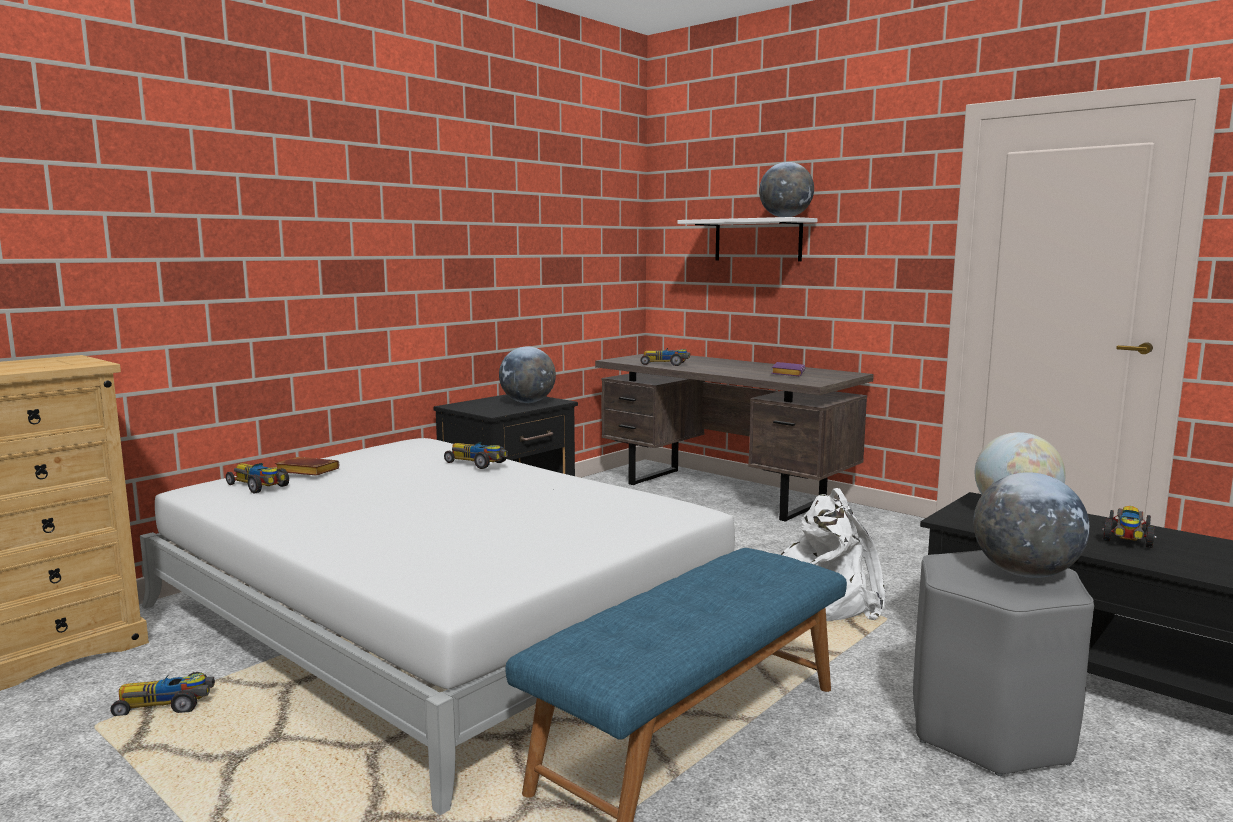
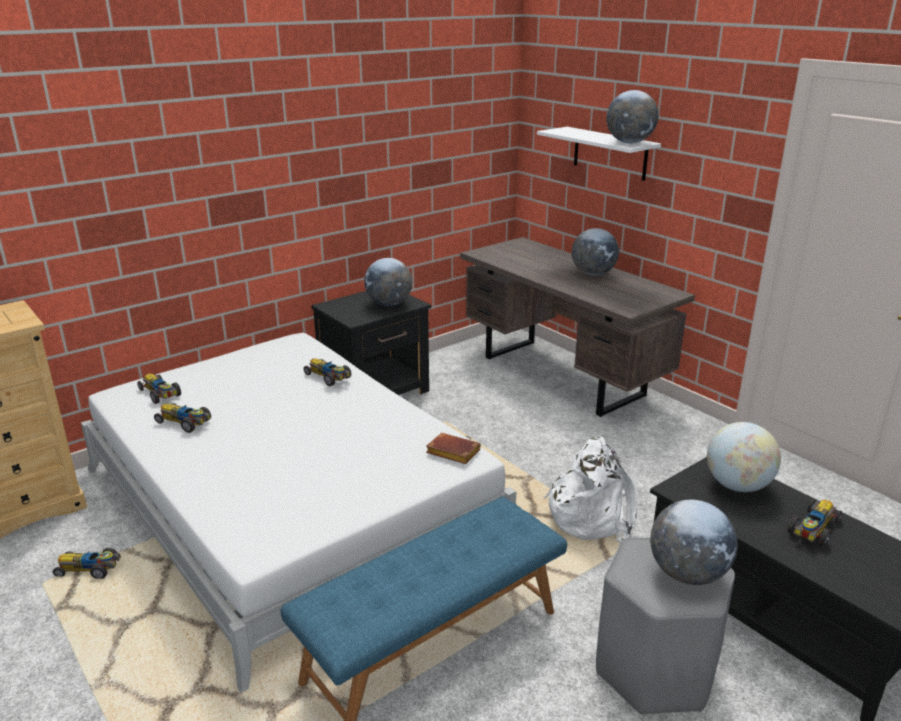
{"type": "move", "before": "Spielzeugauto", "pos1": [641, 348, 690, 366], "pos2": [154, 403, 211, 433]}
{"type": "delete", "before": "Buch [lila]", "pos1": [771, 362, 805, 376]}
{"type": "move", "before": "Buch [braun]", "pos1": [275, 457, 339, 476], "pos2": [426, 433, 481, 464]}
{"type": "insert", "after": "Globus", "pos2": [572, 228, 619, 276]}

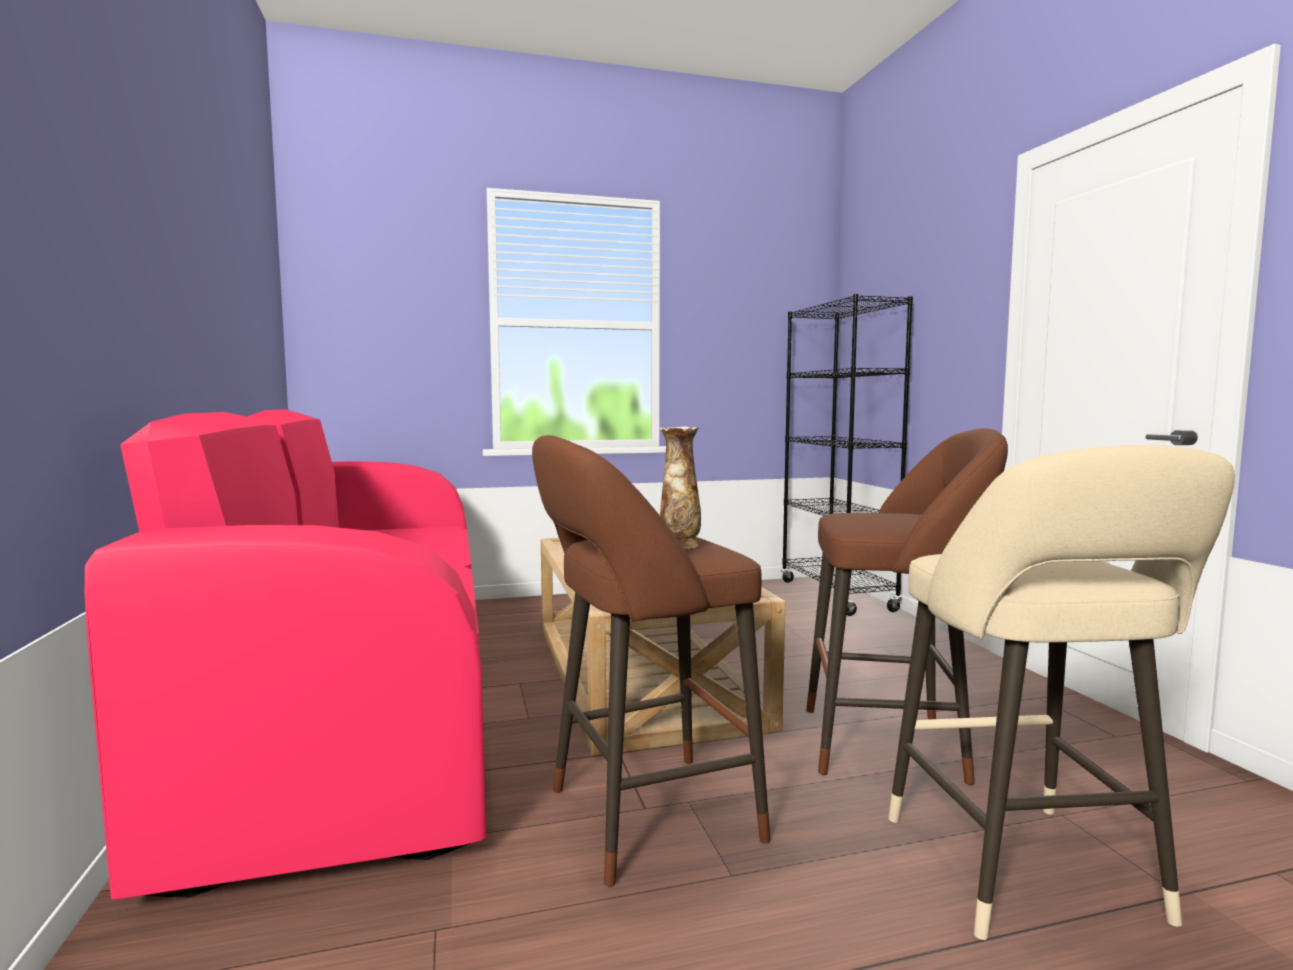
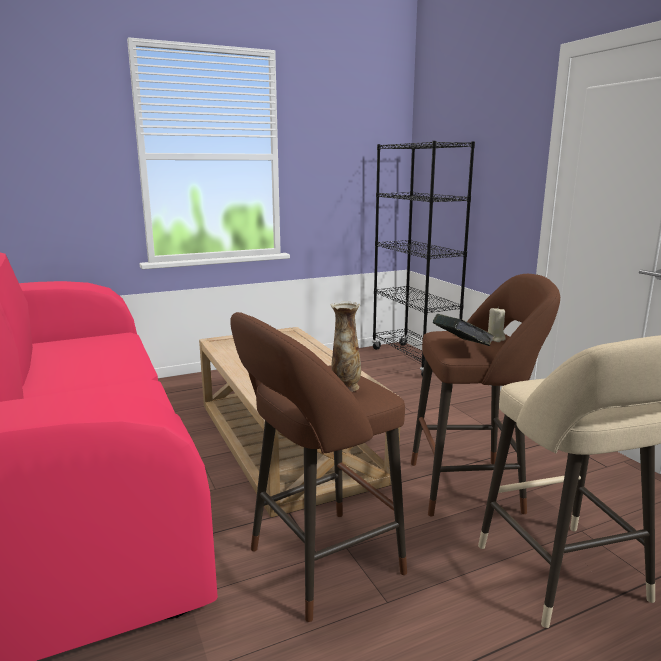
{"type": "insert", "after": "Kerze [beige]", "pos2": [488, 307, 506, 342]}
{"type": "insert", "after": "Buch", "pos2": [433, 314, 495, 346]}

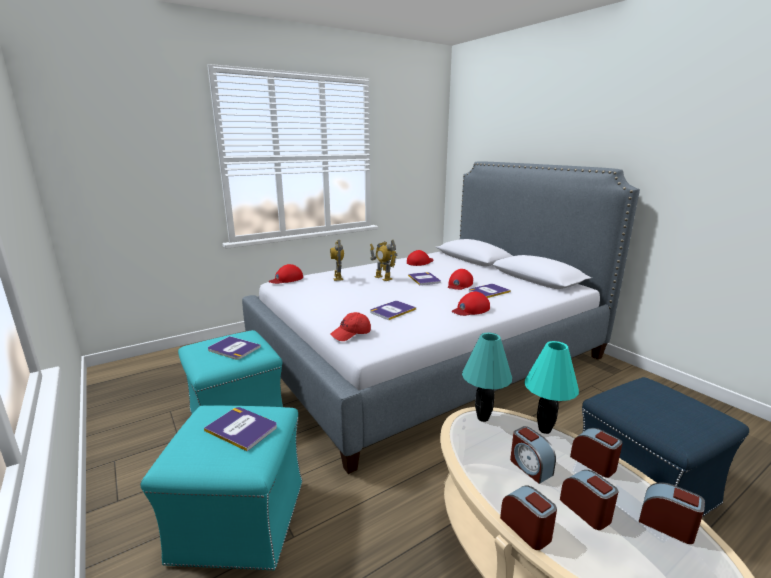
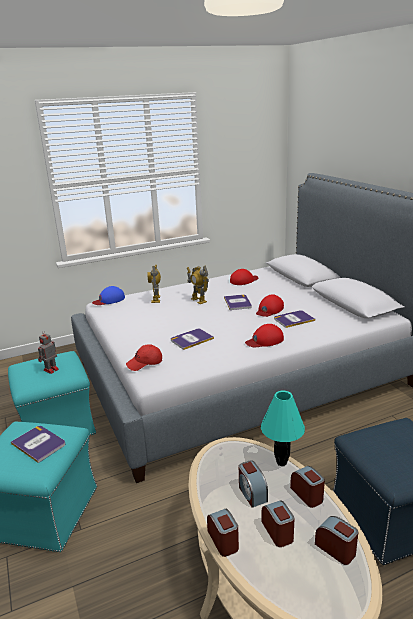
{"type": "recolor", "before": "Kappe [rot]", "after": "Kappe [blau]", "pos1": [268, 264, 303, 284], "pos2": [92, 286, 125, 305]}
{"type": "delete", "before": "Tischlampe [türkis]", "pos1": [462, 333, 512, 422]}
{"type": "replace", "before": "Buch", "after": "Spielzeugroboter", "pos1": [208, 336, 261, 360], "pos2": [38, 333, 59, 374]}

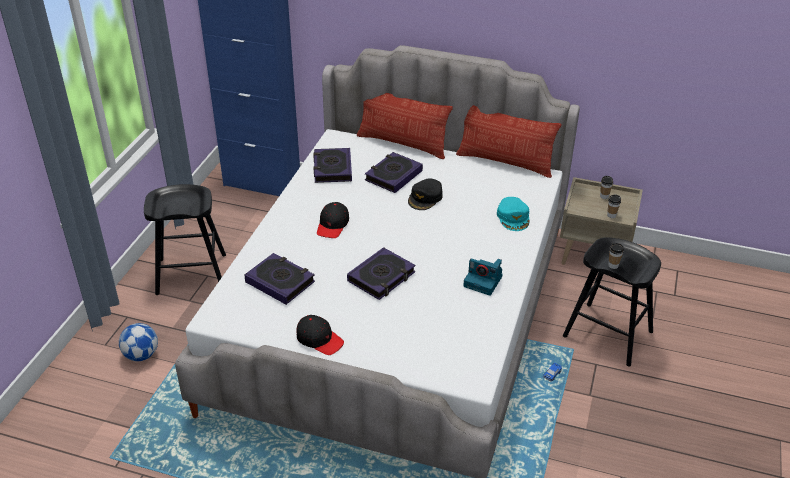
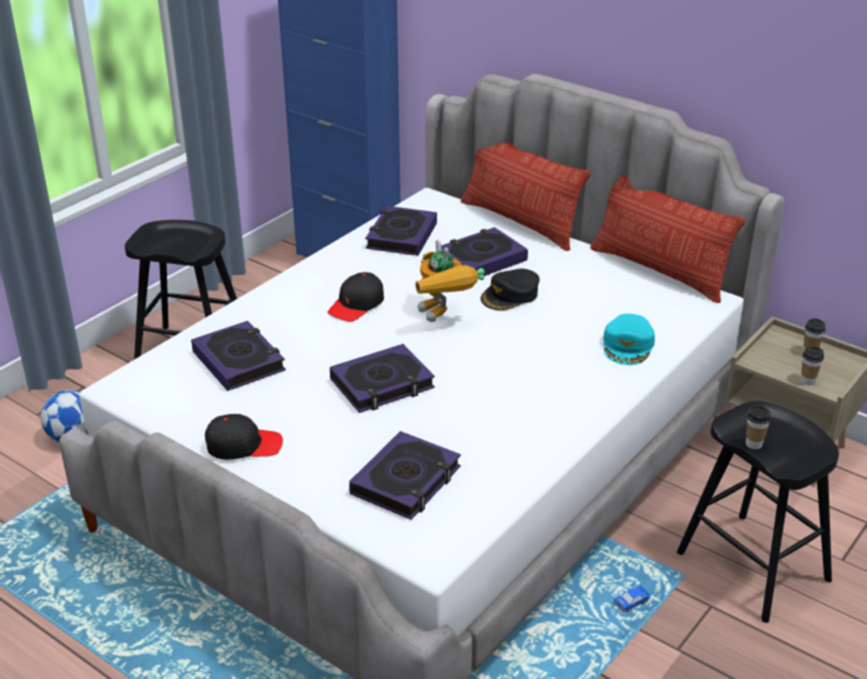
{"type": "delete", "before": "Kamera", "pos1": [463, 259, 502, 296]}
{"type": "rotate", "before": "Kappe [schwarz]", "pos1": [297, 315, 344, 355], "pos2": [205, 414, 283, 460], "turn": -60}
{"type": "insert", "after": "Spielzeugroboter", "pos2": [415, 240, 485, 322]}
{"type": "insert", "after": "Buch", "pos2": [349, 431, 461, 520]}

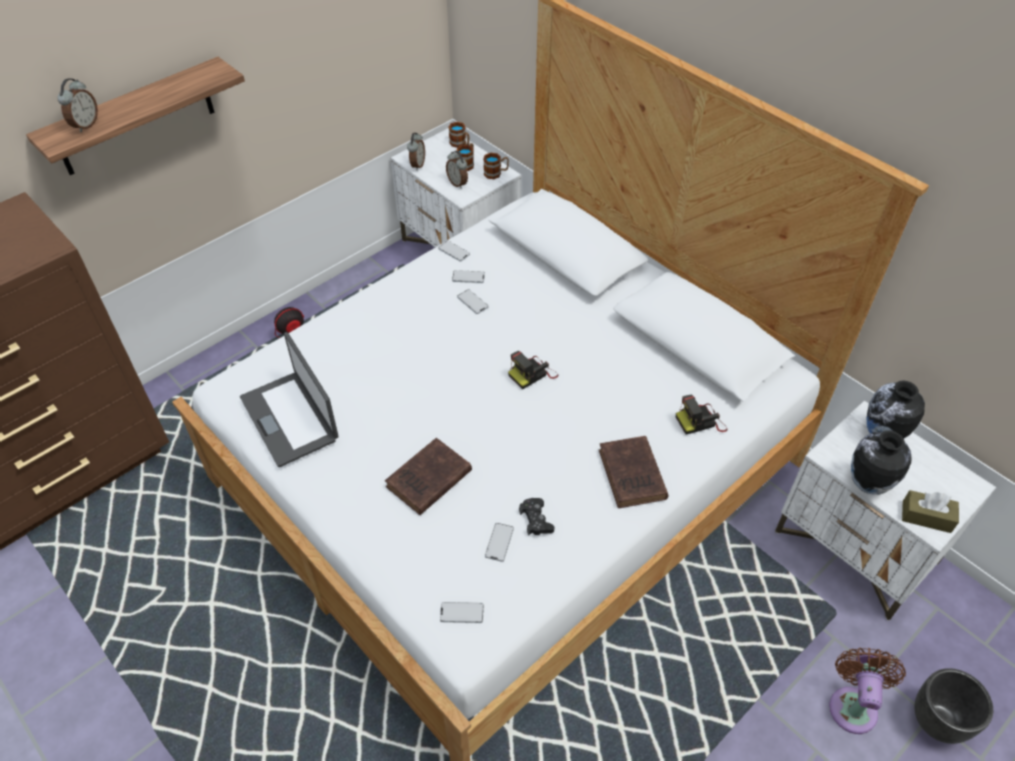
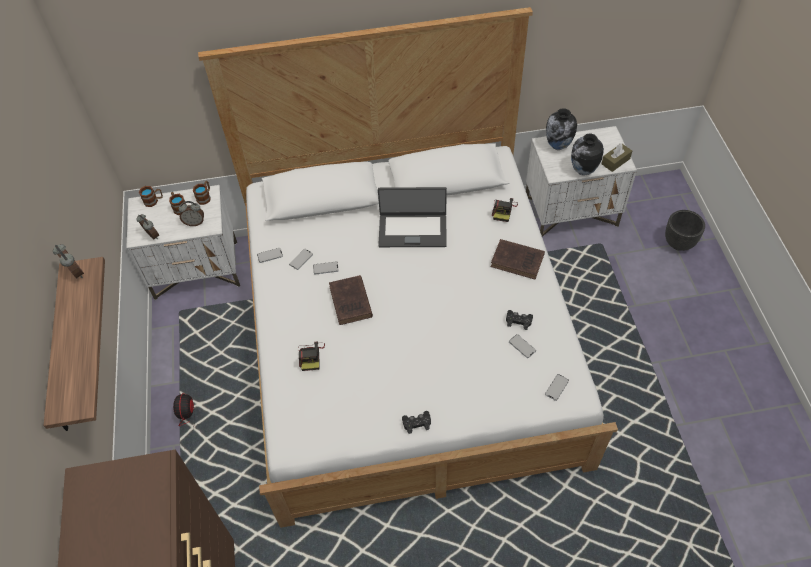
{"type": "move", "before": "Wecker", "pos1": [57, 78, 98, 132], "pos2": [53, 244, 84, 278]}
{"type": "move", "before": "Laptop", "pos1": [240, 332, 339, 467], "pos2": [378, 187, 447, 247]}
{"type": "move", "before": "Kamera", "pos1": [508, 351, 559, 390], "pos2": [298, 342, 325, 371]}
{"type": "move", "before": "Buch [braun]", "pos1": [385, 438, 472, 515], "pos2": [329, 275, 373, 325]}
{"type": "delete", "before": "Ventilator [braun]", "pos1": [829, 648, 906, 734]}
{"type": "insert", "after": "Gamepad [schwarz]", "pos2": [402, 411, 431, 434]}

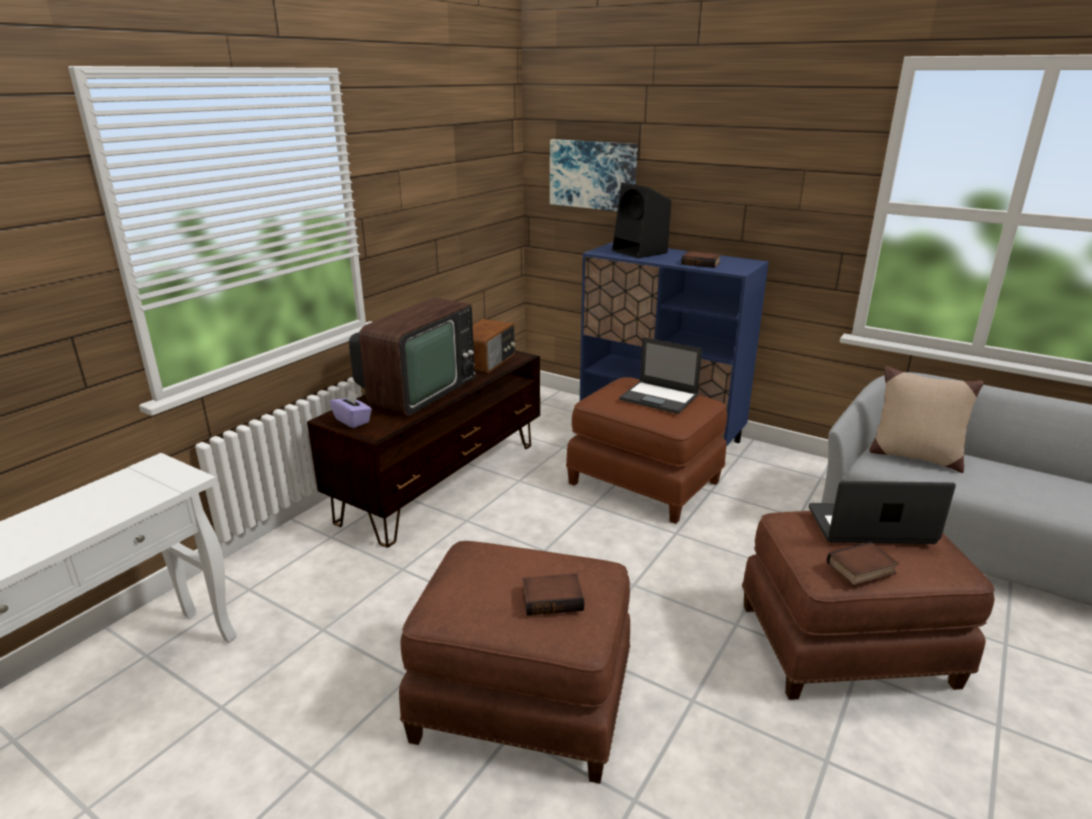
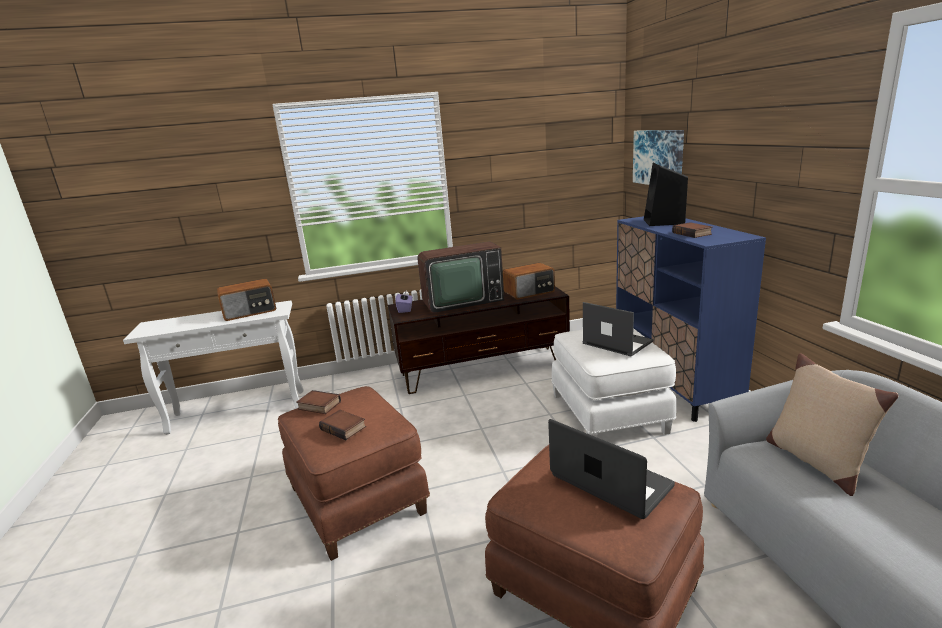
{"type": "rotate", "before": "Laptop", "pos1": [619, 337, 702, 414], "pos2": [583, 302, 654, 357], "turn": 150}
{"type": "recolor", "before": "Polsterhocker [braun]", "after": "Polsterhocker [weiß]", "pos1": [566, 377, 727, 524], "pos2": [551, 328, 676, 437]}
{"type": "move", "before": "Buch", "pos1": [827, 542, 899, 586], "pos2": [296, 390, 341, 414]}
{"type": "insert", "after": "Radio", "pos2": [217, 279, 276, 321]}

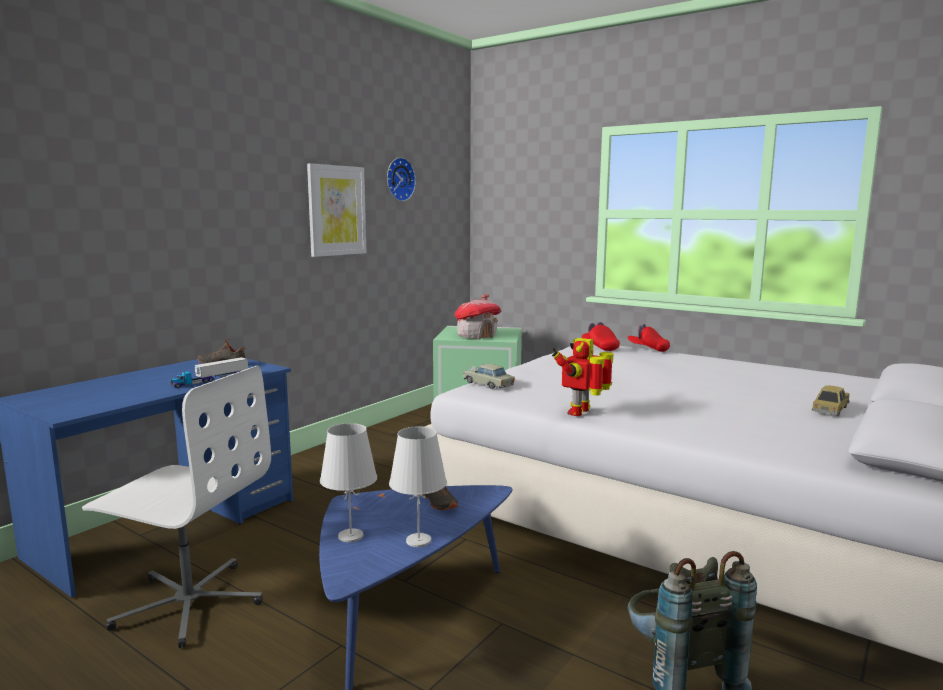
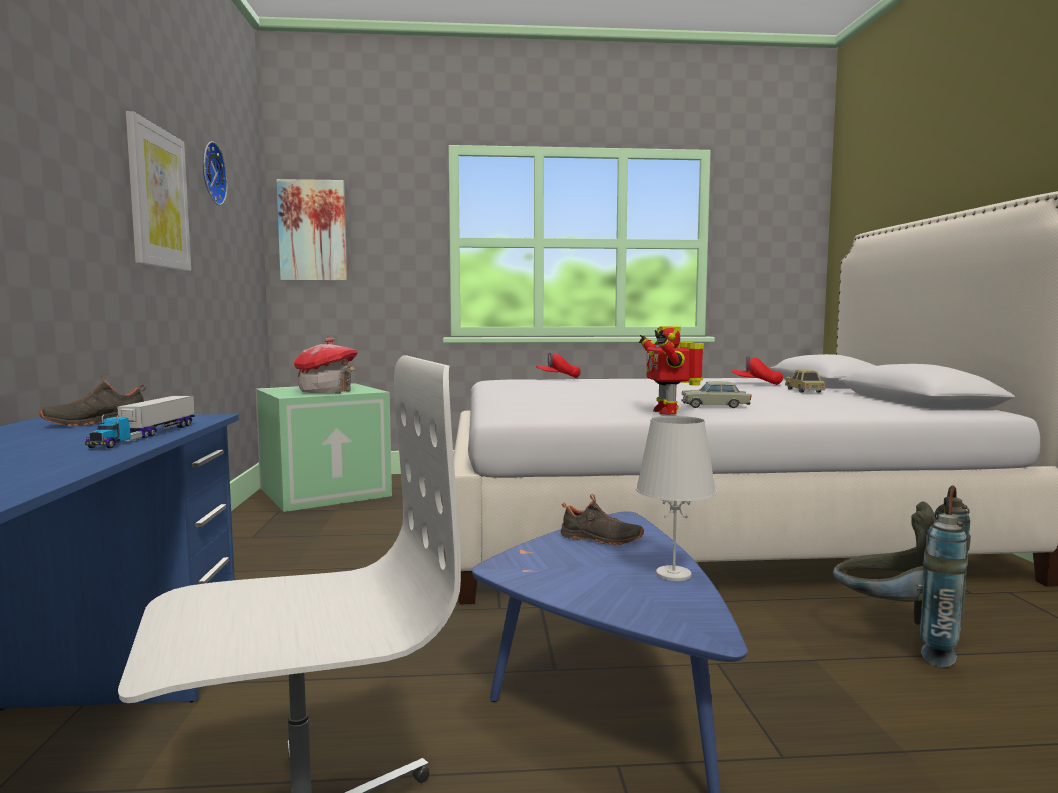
{"type": "move", "before": "Kappe [rot]", "pos1": [582, 322, 620, 351], "pos2": [731, 355, 783, 385]}
{"type": "move", "before": "Spielzeugauto [beige]", "pos1": [463, 364, 515, 389], "pos2": [681, 381, 752, 408]}
{"type": "delete", "before": "Tischlampe [weiß]", "pos1": [320, 423, 377, 542]}
{"type": "insert", "after": "Bild", "pos2": [276, 179, 347, 281]}

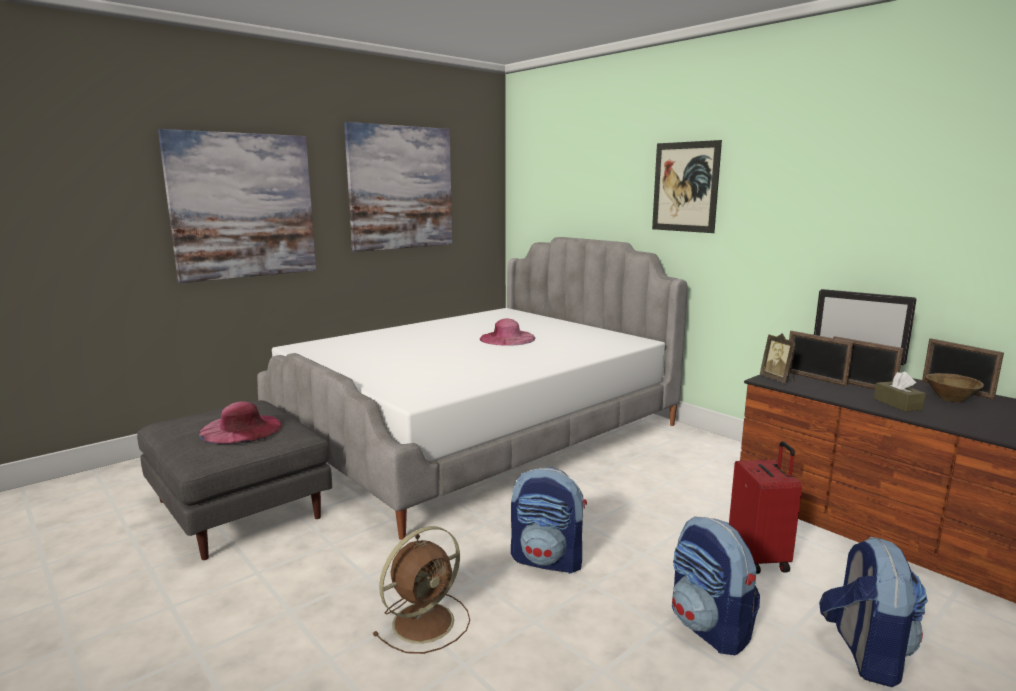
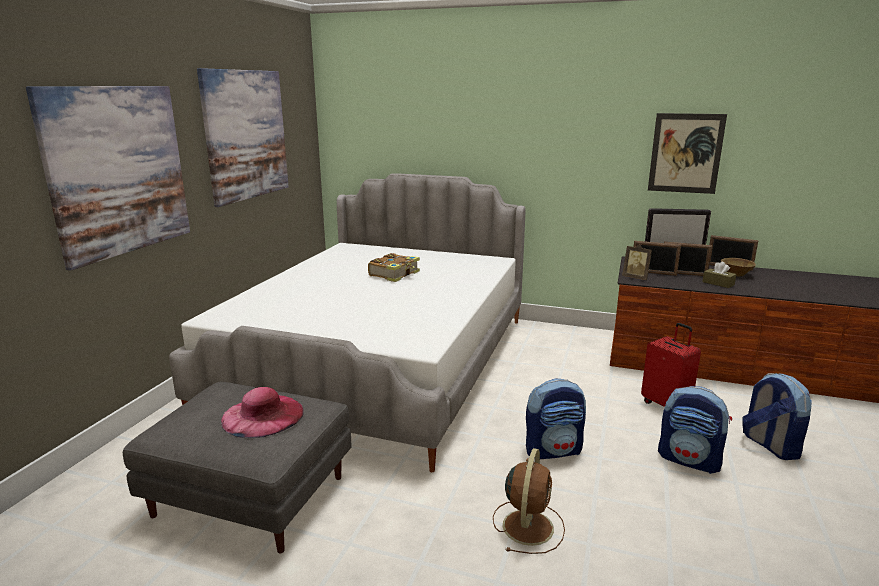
{"type": "move", "before": "Bild", "pos1": [652, 140, 722, 233], "pos2": [648, 113, 727, 194]}
{"type": "replace", "before": "Hut [rosa]", "after": "Buch", "pos1": [480, 319, 535, 346], "pos2": [368, 253, 420, 282]}

